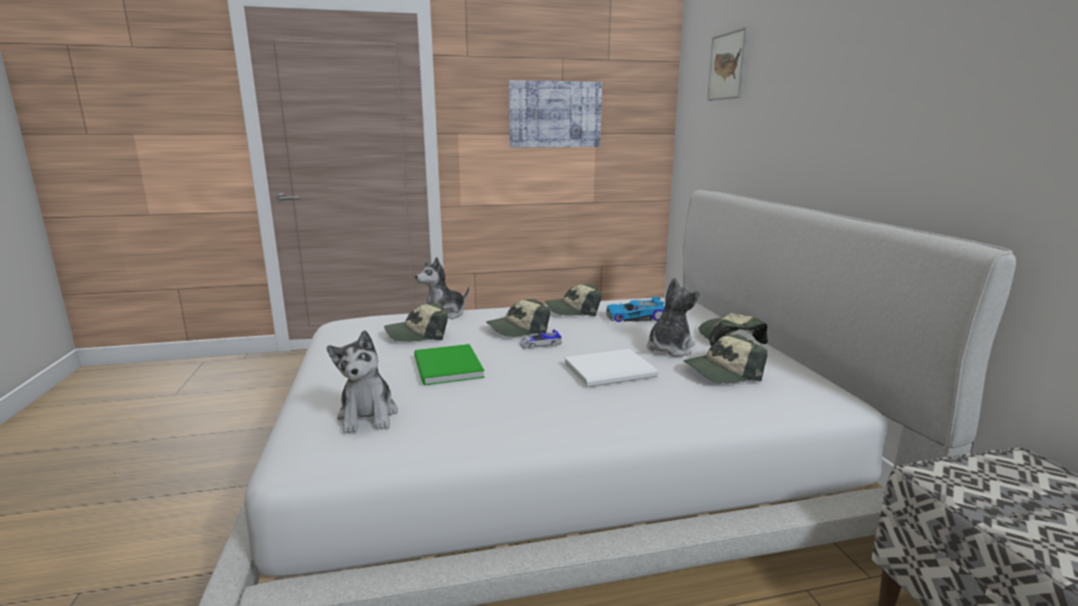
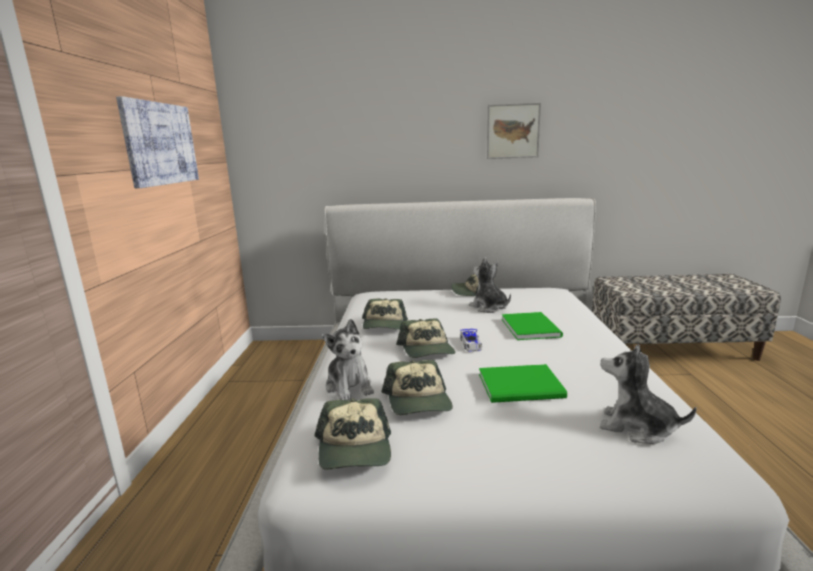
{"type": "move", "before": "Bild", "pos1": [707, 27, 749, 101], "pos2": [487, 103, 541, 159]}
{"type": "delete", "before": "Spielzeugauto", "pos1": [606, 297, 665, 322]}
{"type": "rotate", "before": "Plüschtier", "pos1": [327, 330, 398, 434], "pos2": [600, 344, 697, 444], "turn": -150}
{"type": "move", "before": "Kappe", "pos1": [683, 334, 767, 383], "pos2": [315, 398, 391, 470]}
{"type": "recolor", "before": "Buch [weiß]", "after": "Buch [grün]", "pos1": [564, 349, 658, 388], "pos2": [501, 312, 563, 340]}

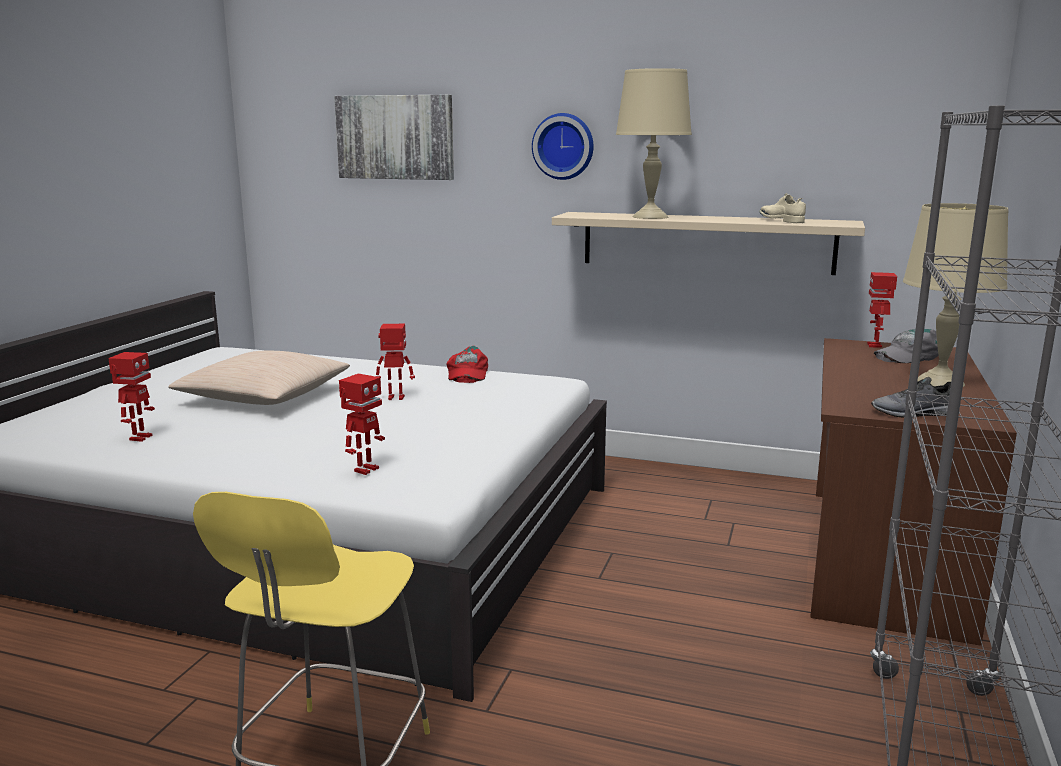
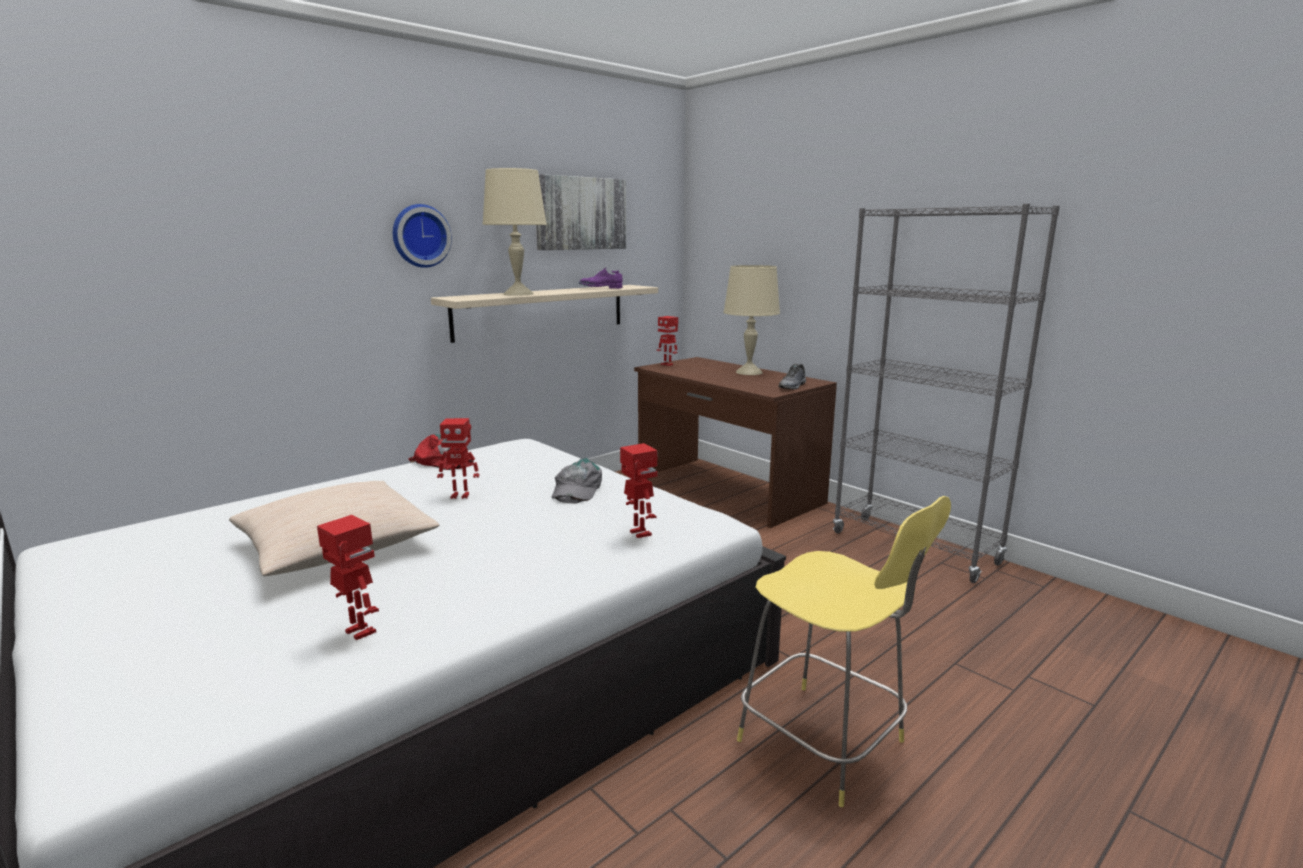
{"type": "move", "before": "Bild", "pos1": [334, 95, 454, 180], "pos2": [536, 174, 626, 250]}
{"type": "recolor", "before": "Schuh [beige]", "after": "Schuh [lila]", "pos1": [759, 193, 806, 223], "pos2": [579, 268, 623, 289]}
{"type": "rotate", "before": "Spielzeugroboter", "pos1": [376, 324, 415, 400], "pos2": [437, 418, 479, 499], "turn": -120}
{"type": "move", "before": "Kappe [grau]", "pos1": [874, 329, 939, 363], "pos2": [552, 458, 602, 504]}

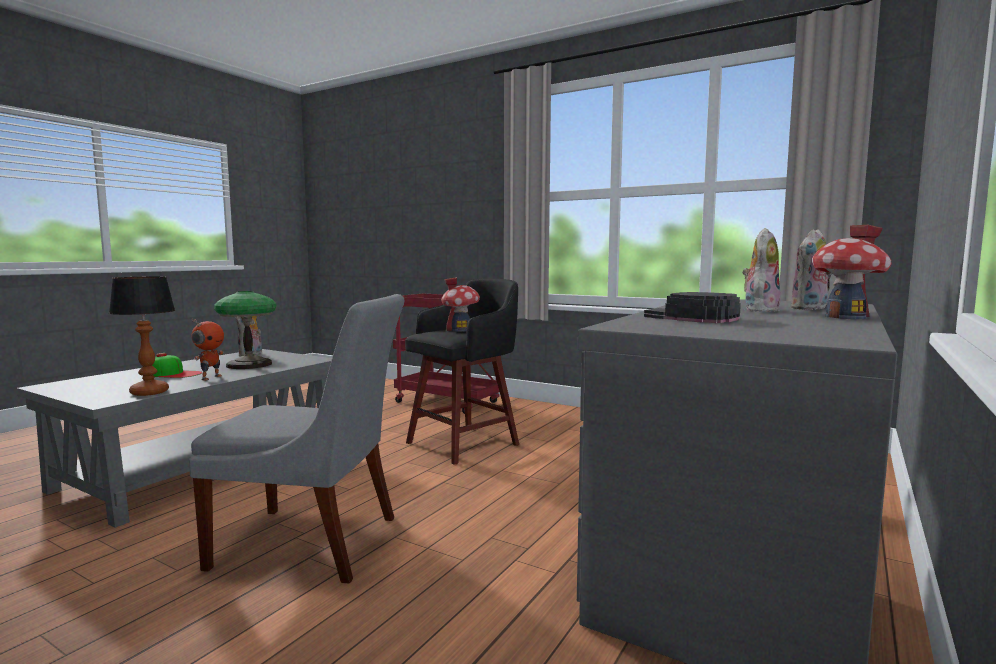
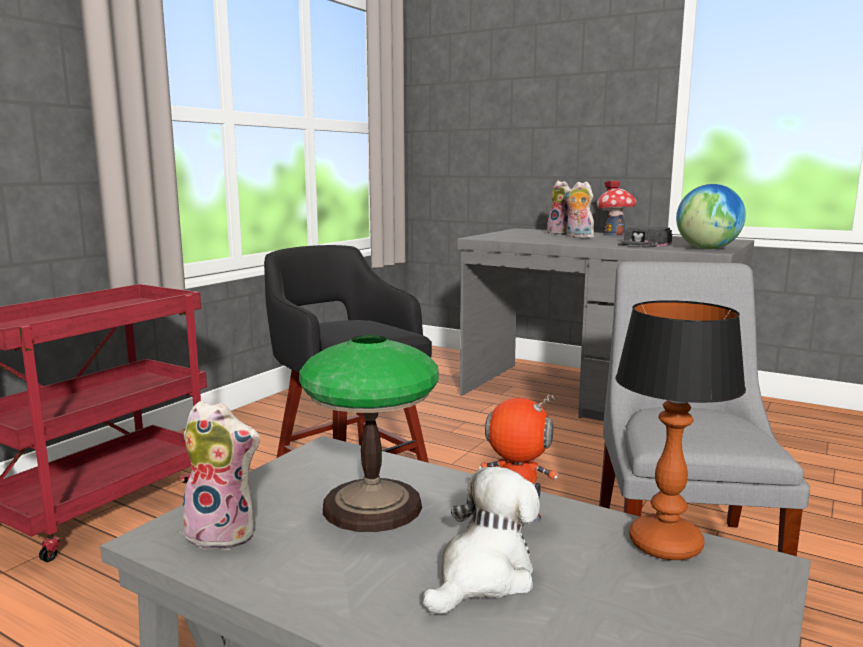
{"type": "delete", "before": "Spielzeughaus", "pos1": [441, 277, 480, 332]}
{"type": "replace", "before": "Kappe", "after": "Plüschtier", "pos1": [152, 353, 202, 378], "pos2": [423, 467, 540, 614]}
{"type": "insert", "after": "Globus", "pos2": [676, 184, 746, 249]}

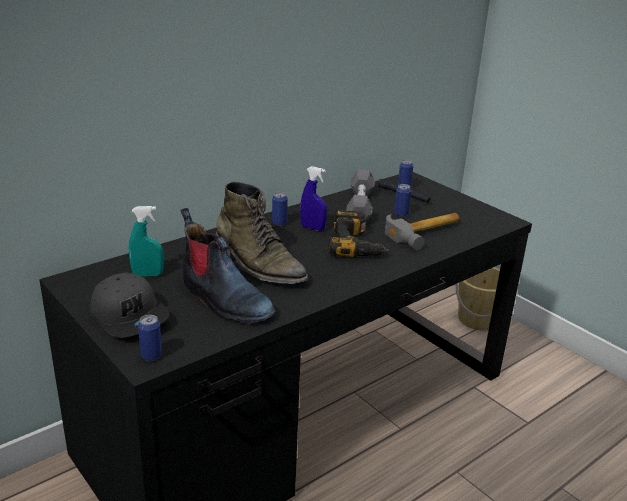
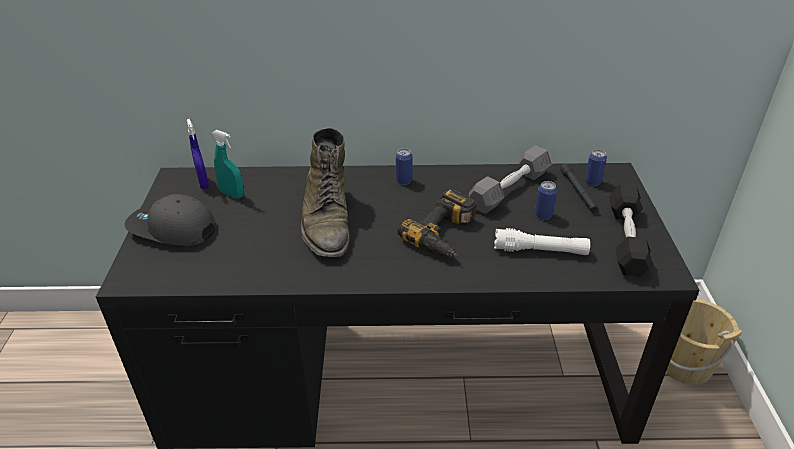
{"type": "move", "before": "Sprühflasche [blau]", "pos1": [300, 166, 327, 231], "pos2": [187, 119, 209, 189]}
{"type": "delete", "before": "Stiefel", "pos1": [181, 208, 275, 324]}
{"type": "replace", "before": "Hammer", "after": "Taschenlampe [weiß]", "pos1": [385, 213, 459, 250], "pos2": [494, 228, 590, 255]}
{"type": "rotate", "before": "Kappe [grau]", "pos1": [90, 273, 169, 338], "pos2": [124, 194, 215, 246], "turn": 105}
{"type": "delete", "before": "Dose", "pos1": [138, 315, 162, 361]}
{"type": "insert", "after": "Hantel [schwarz]", "pos2": [609, 184, 654, 277]}

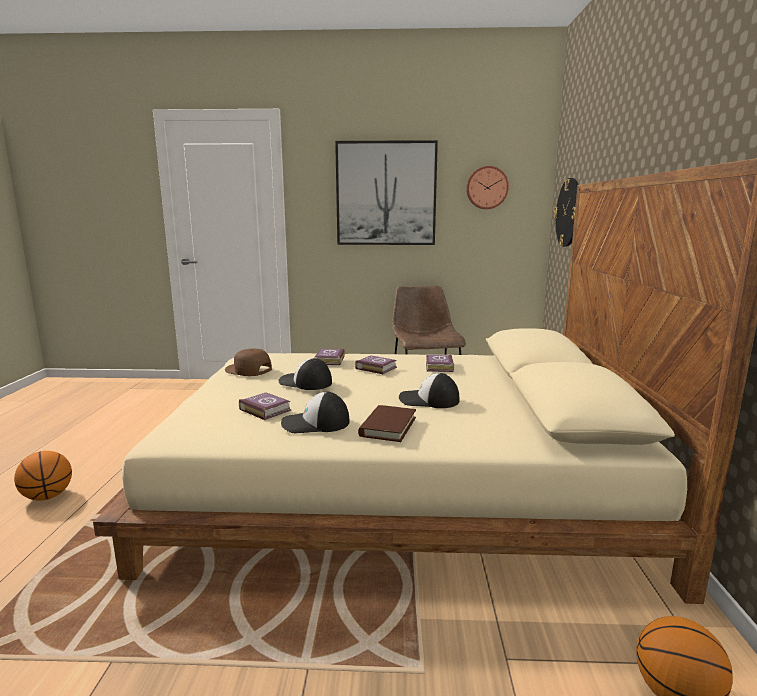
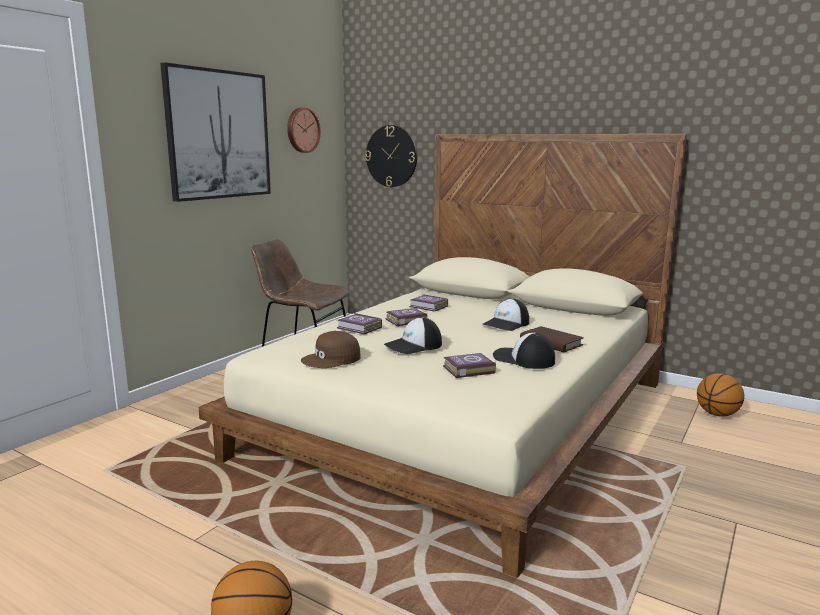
{"type": "rotate", "before": "Kappe", "pos1": [281, 392, 350, 433], "pos2": [493, 333, 555, 369], "turn": 105}

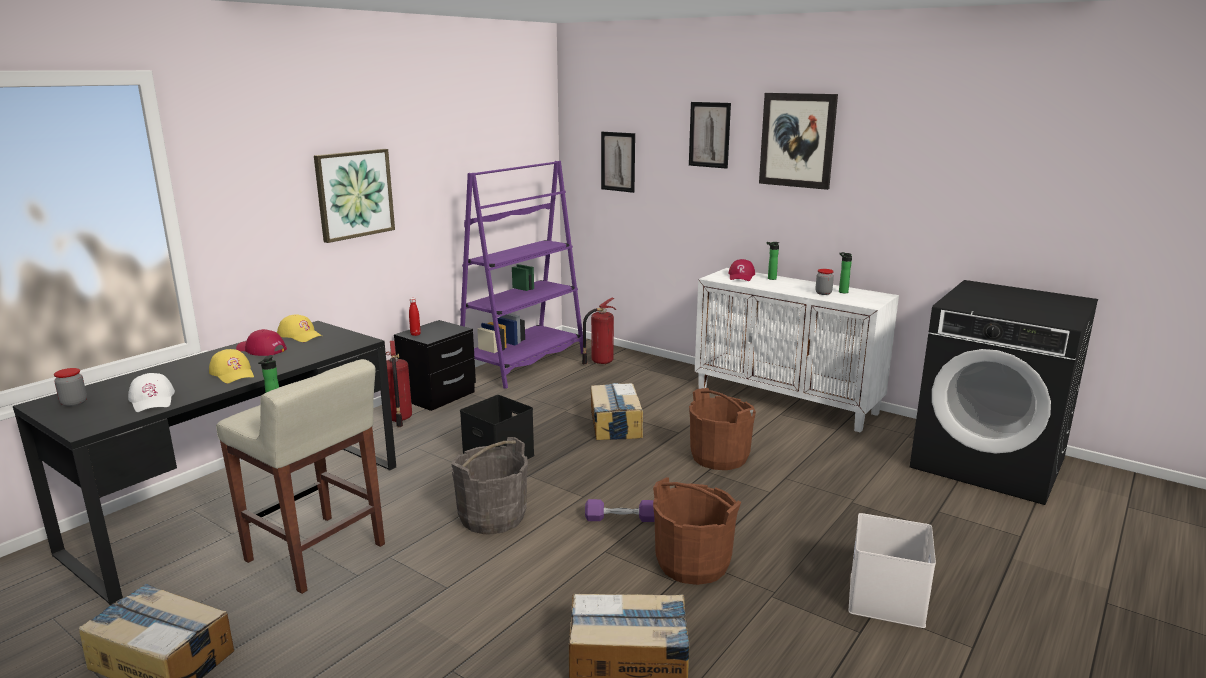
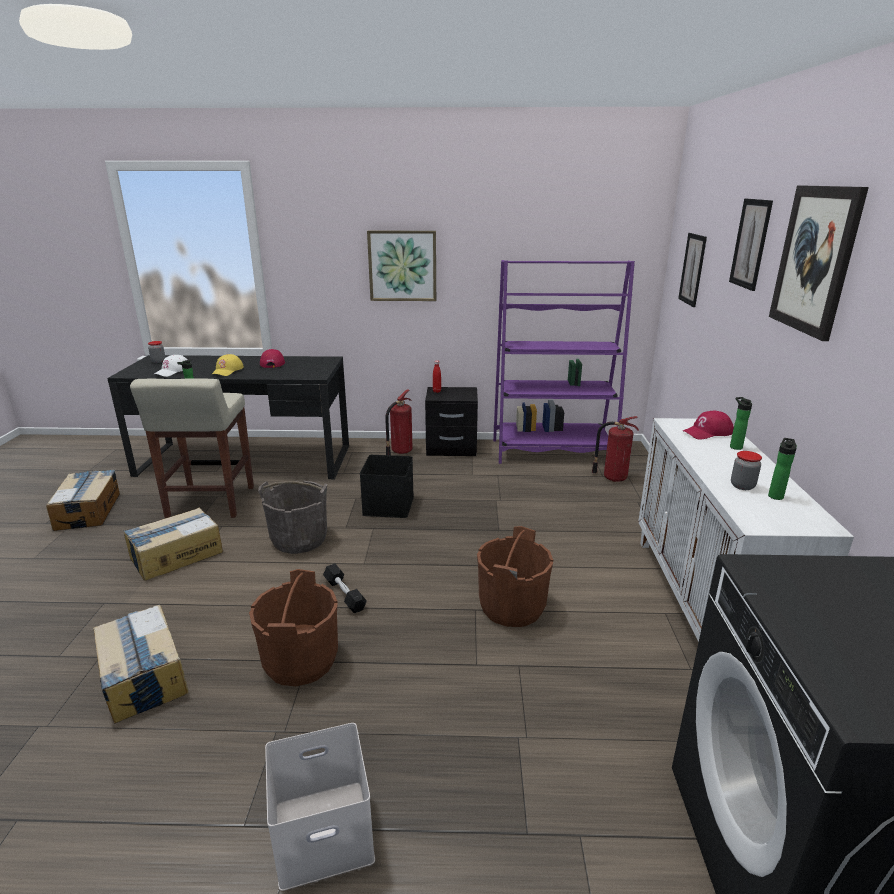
{"type": "delete", "before": "Kappe [gelb]", "pos1": [277, 314, 322, 342]}
{"type": "move", "before": "Karton", "pos1": [591, 383, 643, 440], "pos2": [123, 508, 223, 581]}
{"type": "recolor", "before": "Hantel [lila]", "after": "Hantel [schwarz]", "pos1": [585, 499, 655, 522], "pos2": [323, 563, 367, 613]}

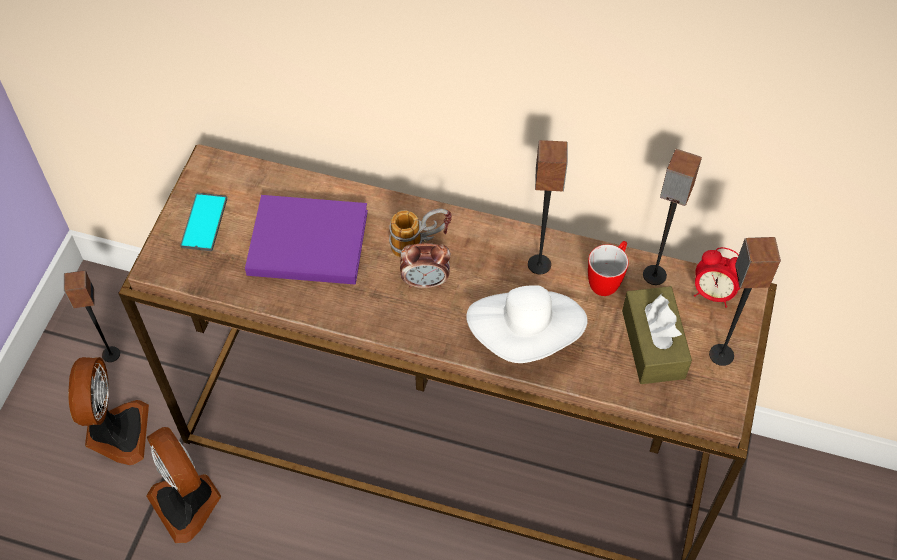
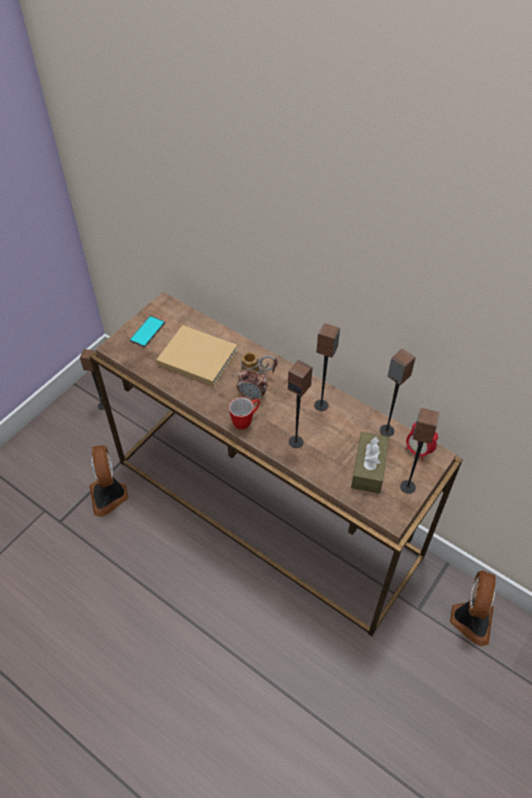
{"type": "recolor", "before": "Buch [lila]", "after": "Buch [beige]", "pos1": [245, 195, 368, 285], "pos2": [156, 325, 238, 386]}
{"type": "move", "before": "Henkelbecher", "pos1": [588, 241, 629, 296], "pos2": [229, 397, 260, 430]}
{"type": "replace", "before": "Hut [weiß]", "after": "Lautsprecher", "pos1": [466, 285, 587, 363], "pos2": [288, 360, 313, 448]}
{"type": "move", "before": "Ventilator", "pos1": [68, 357, 149, 465], "pos2": [450, 571, 496, 646]}

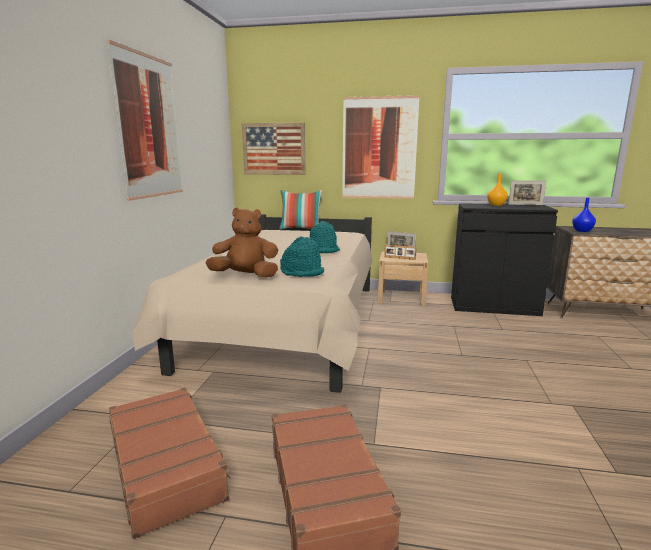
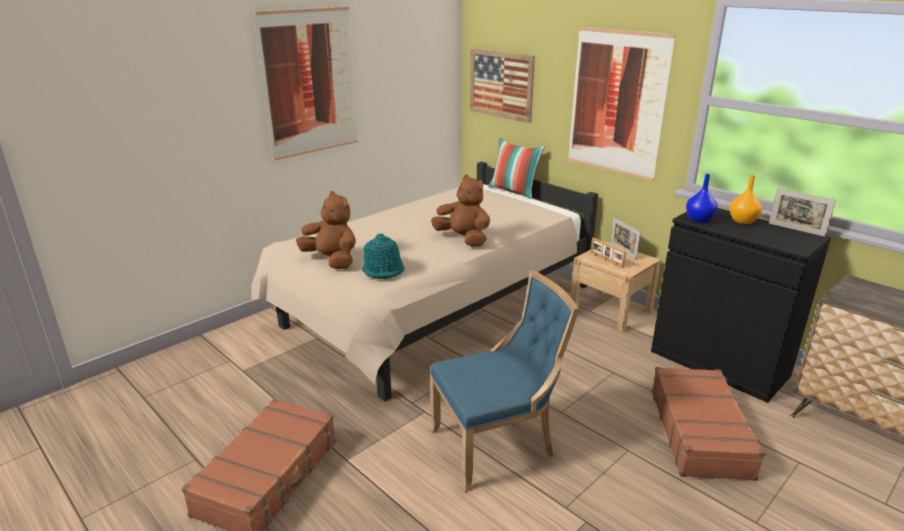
{"type": "move", "before": "Vase [blau]", "pos1": [572, 198, 596, 232], "pos2": [686, 174, 718, 223]}
{"type": "replace", "before": "Hut [türkis]", "after": "Plüschtier [braun]", "pos1": [309, 221, 340, 253], "pos2": [431, 175, 490, 246]}
{"type": "move", "before": "Koffer [braun]", "pos1": [109, 388, 231, 539], "pos2": [652, 367, 765, 481]}
{"type": "insert", "after": "Stuhl [blau]", "pos2": [430, 270, 579, 492]}

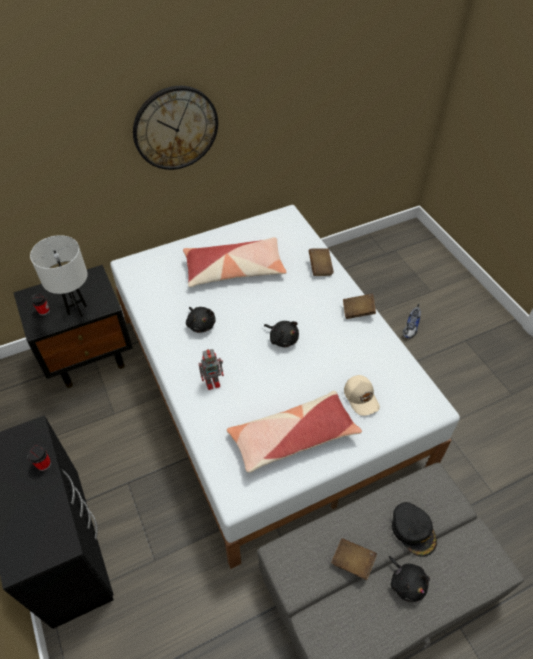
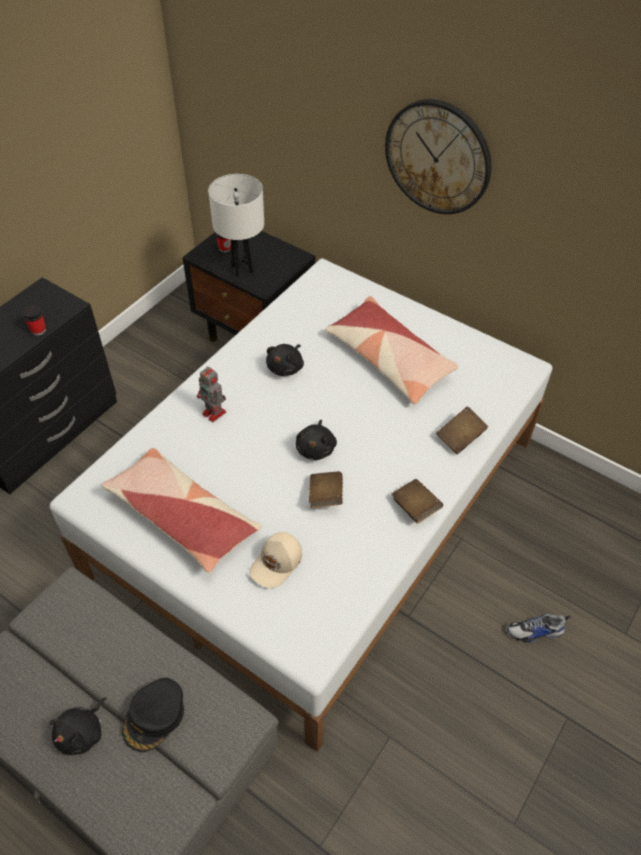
{"type": "move", "before": "Buch [braun]", "pos1": [331, 538, 377, 580], "pos2": [309, 471, 343, 508]}

